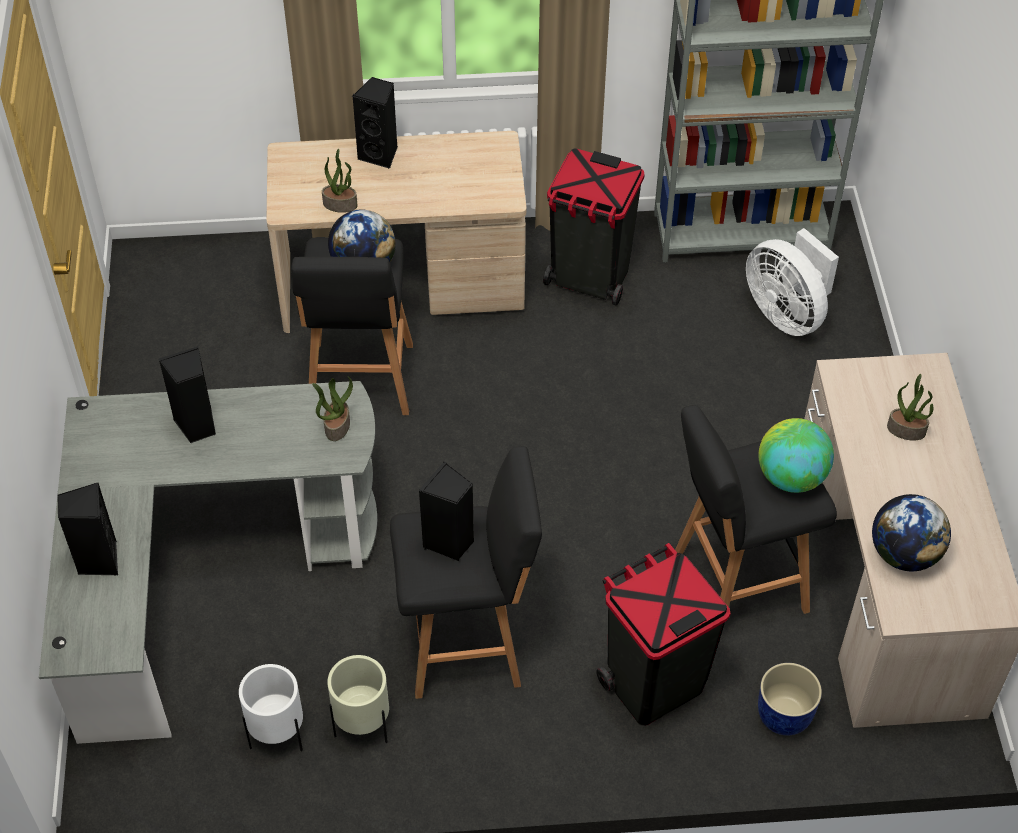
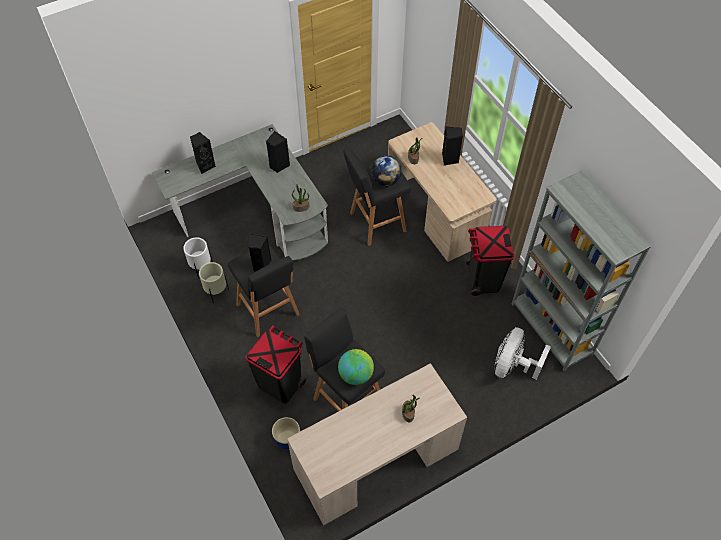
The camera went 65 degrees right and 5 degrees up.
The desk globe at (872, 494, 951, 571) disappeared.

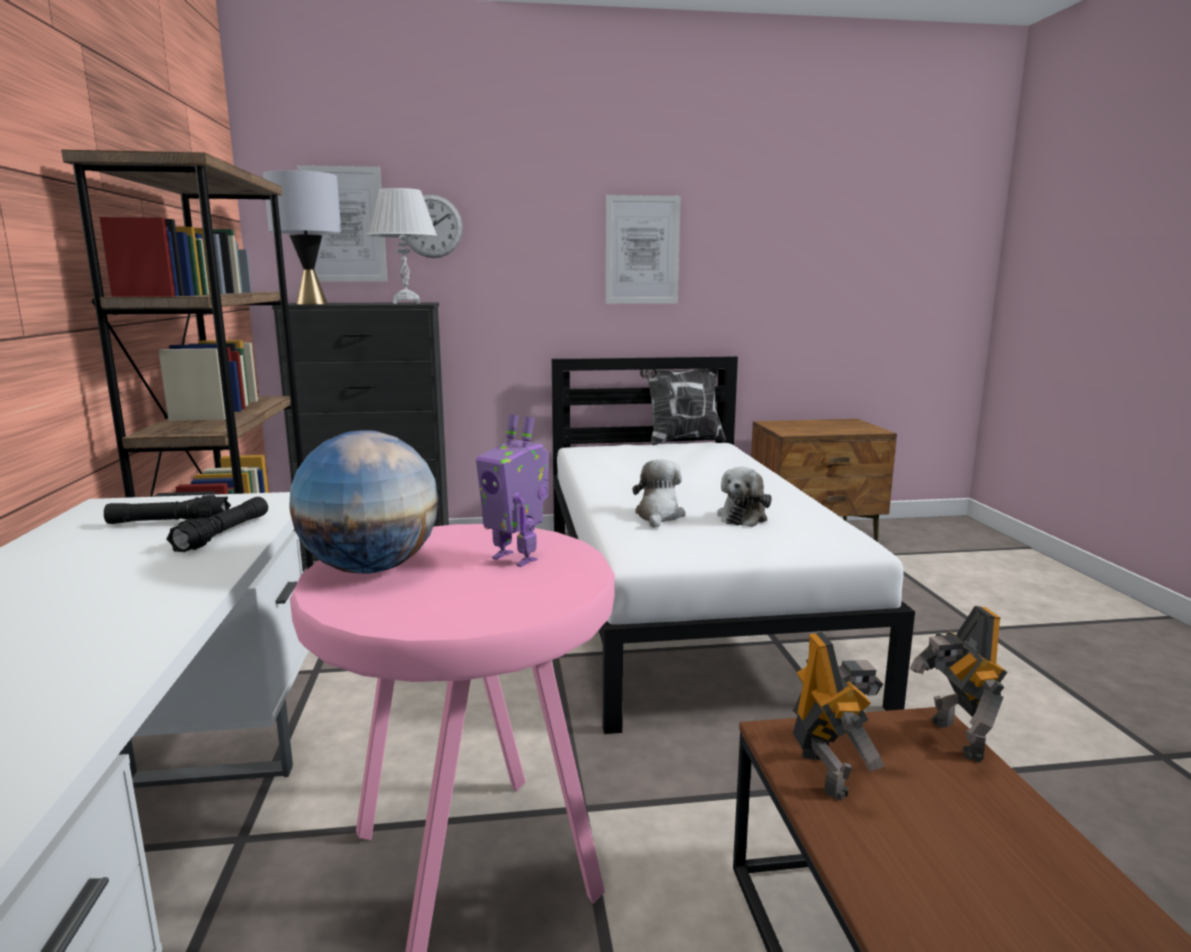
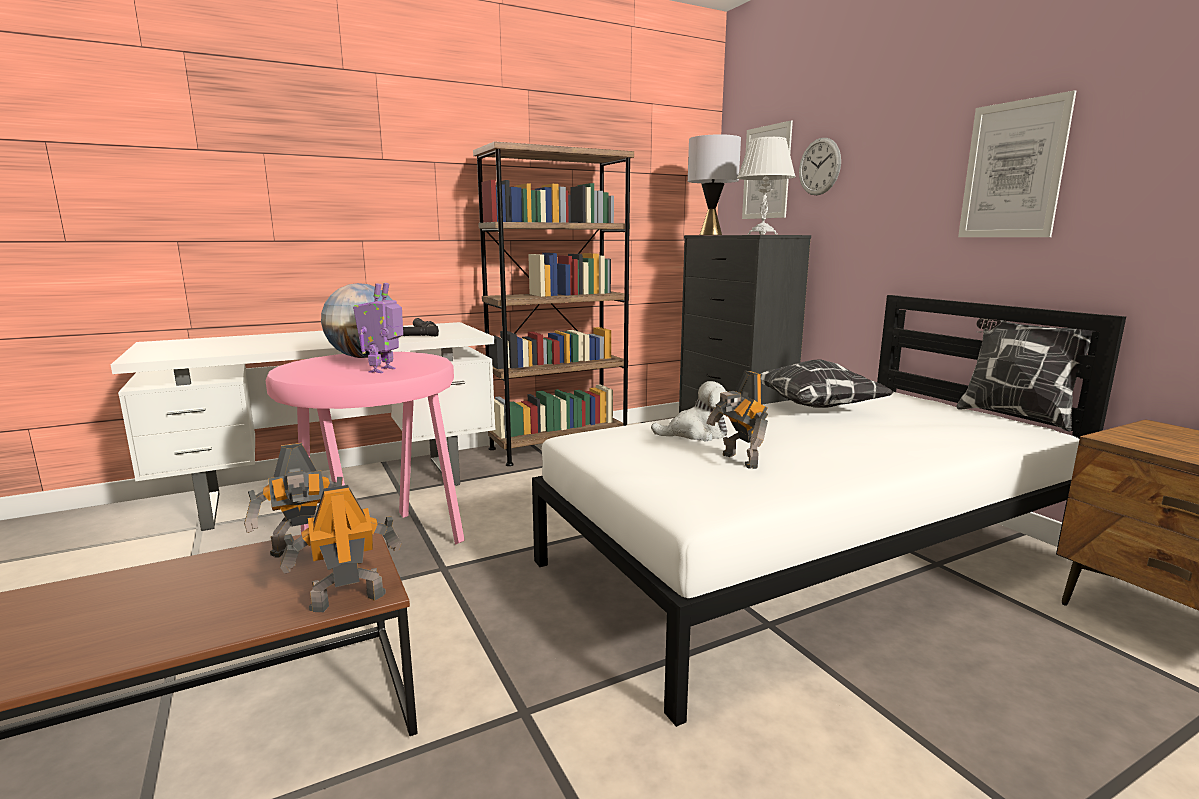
The camera went 70 degrees right and 0 degrees up.
The cuddly toy at (717, 467, 772, 527) was replaced by the toy robot at (706, 371, 768, 469).
The throw pillow at (760, 359, 894, 408) appeared.

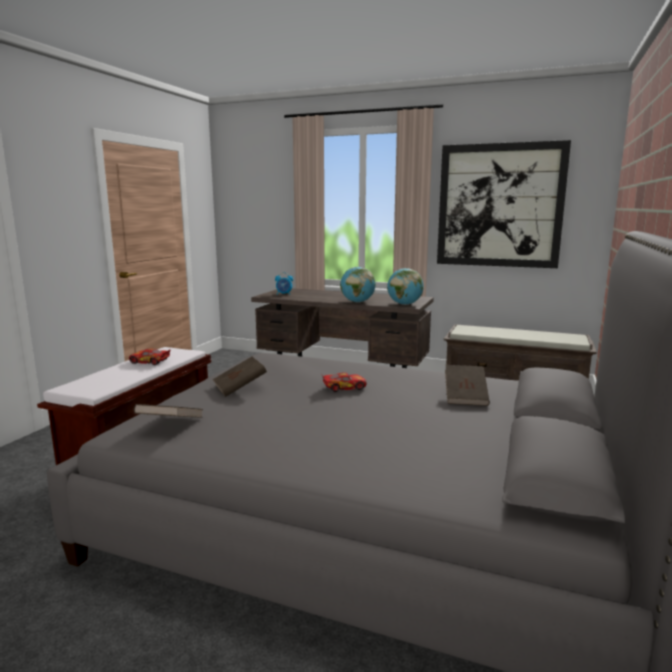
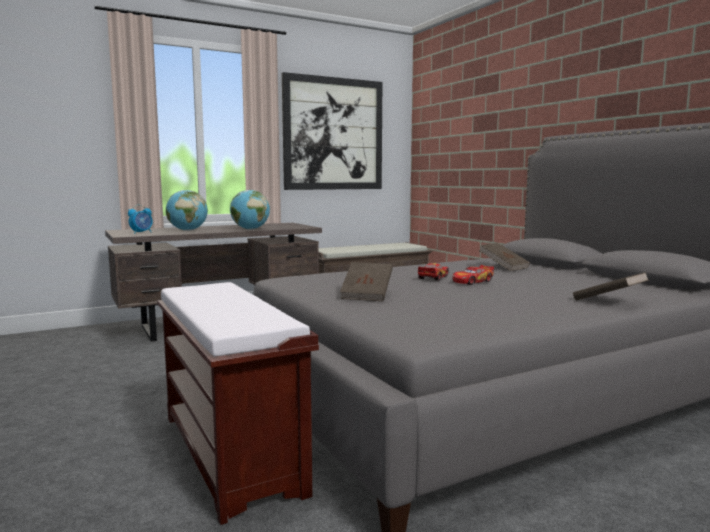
The camera went 50 degrees left and 5 degrees down.
The miniature car moved from (129, 348, 171, 365) to (452, 265, 494, 285).
The brown-coloured book moved from (134, 404, 203, 418) to (573, 272, 649, 301).
The desk globe moved from (387, 268, 424, 305) to (166, 190, 208, 231).

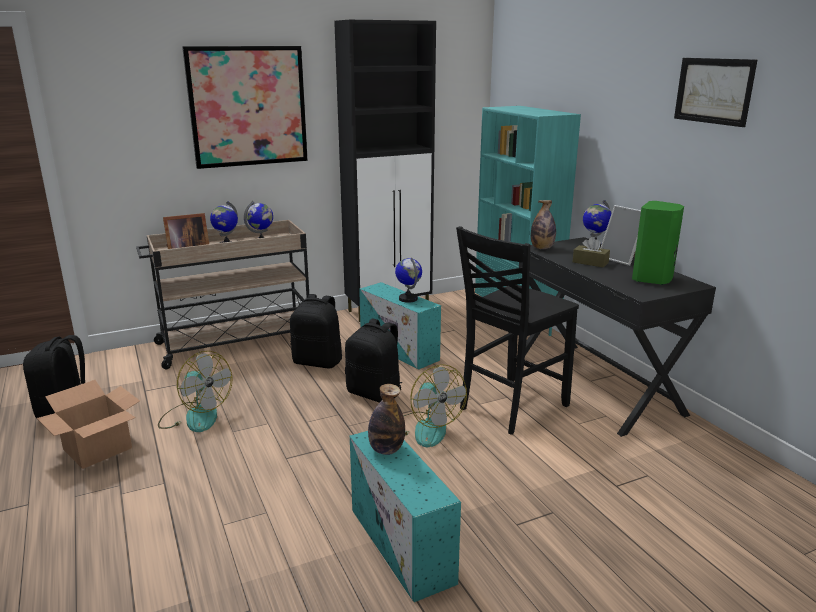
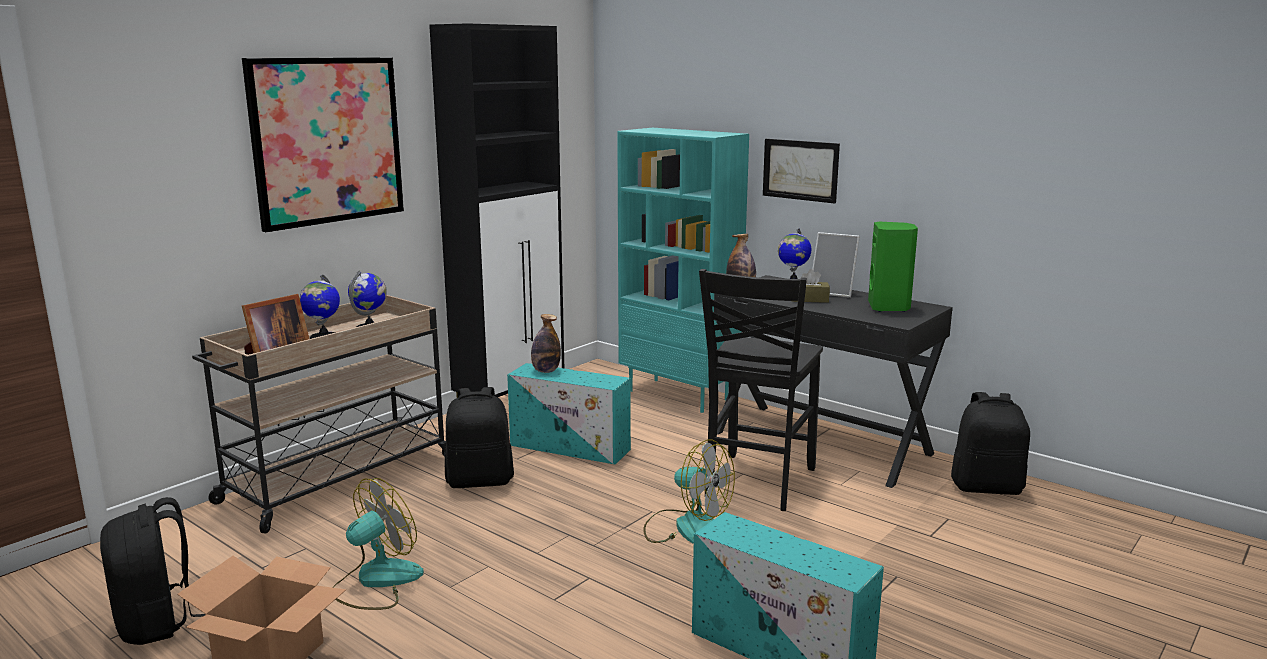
The camera went 25 degrees left and 5 degrees down.
The fan at (158, 351, 232, 432) turned 60 degrees counterclockwise.
The blackish knapsack moved from (345, 319, 402, 403) to (951, 392, 1030, 495).
The beverage bottle moved from (368, 384, 405, 455) to (531, 314, 561, 373).
The desk globe at (395, 257, 422, 303) disappeared.
The wall picture moved from (674, 58, 757, 127) to (763, 139, 840, 204).

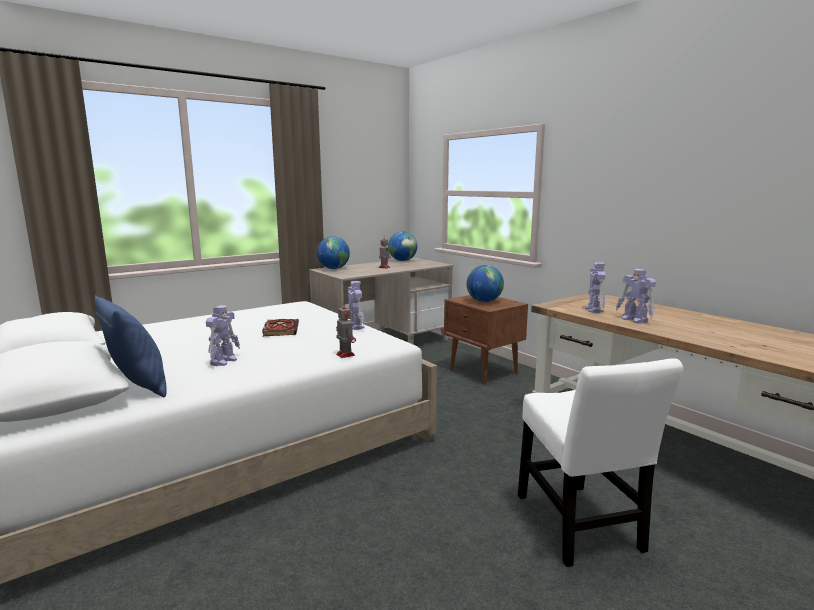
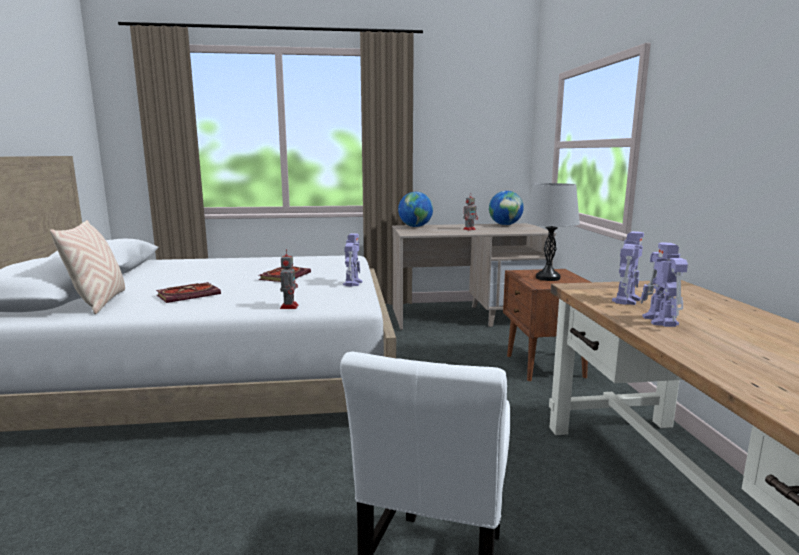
The camera went 30 degrees right and 0 degrees up.
The blue throw pillow at (95, 295, 167, 397) became the beige throw pillow at (50, 220, 125, 314).
The toy robot at (206, 305, 240, 366) was replaced by the book at (156, 282, 221, 303).
The desk globe at (466, 265, 504, 302) was replaced by the gray lamp for a table at (525, 183, 580, 281).

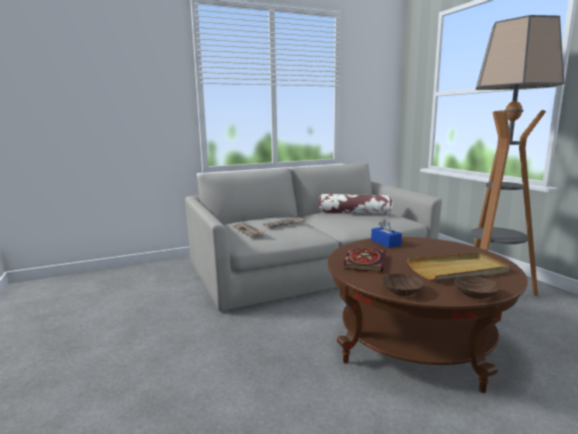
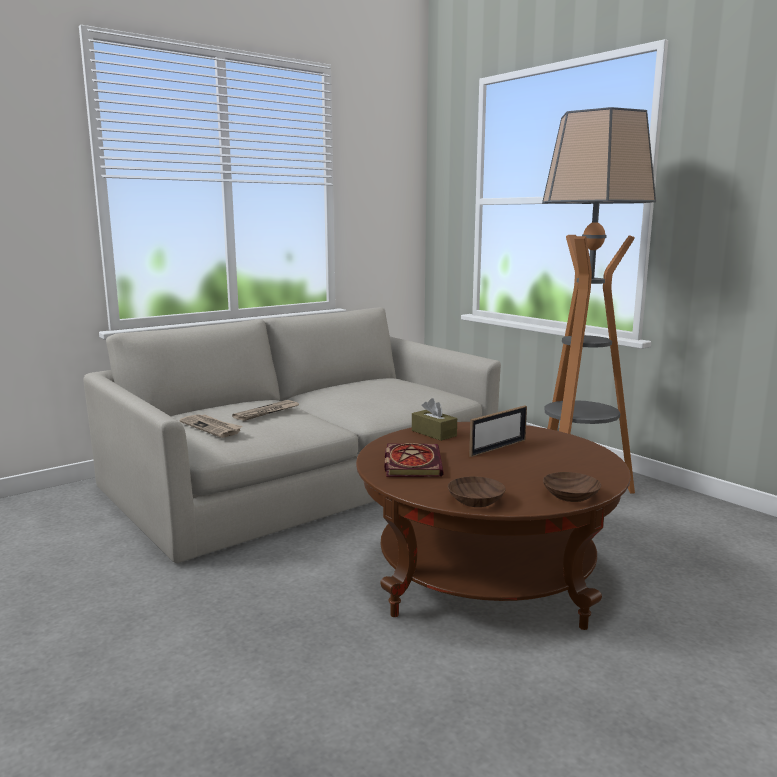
The camera went 15 degrees left and 0 degrees up.
The throw pillow at (318, 194, 393, 215) disappeared.
The blue tissue box at (371, 219, 402, 248) became the brown-coloured tissue box at (412, 398, 457, 441).
The beige tray at (407, 252, 510, 280) disappeared.
The photo frame at (469, 405, 527, 457) appeared.

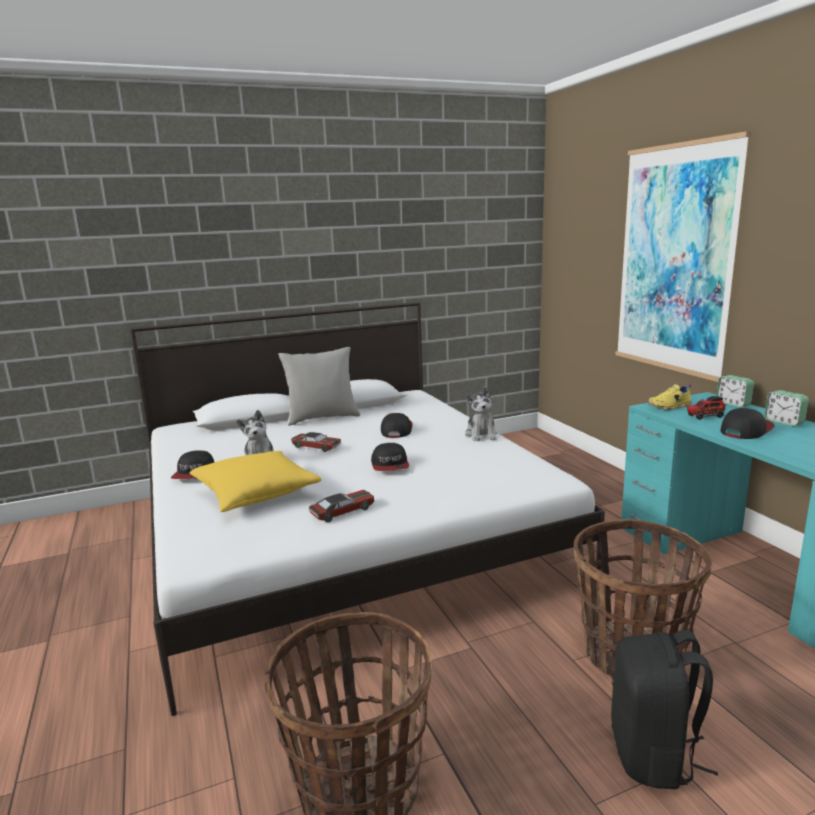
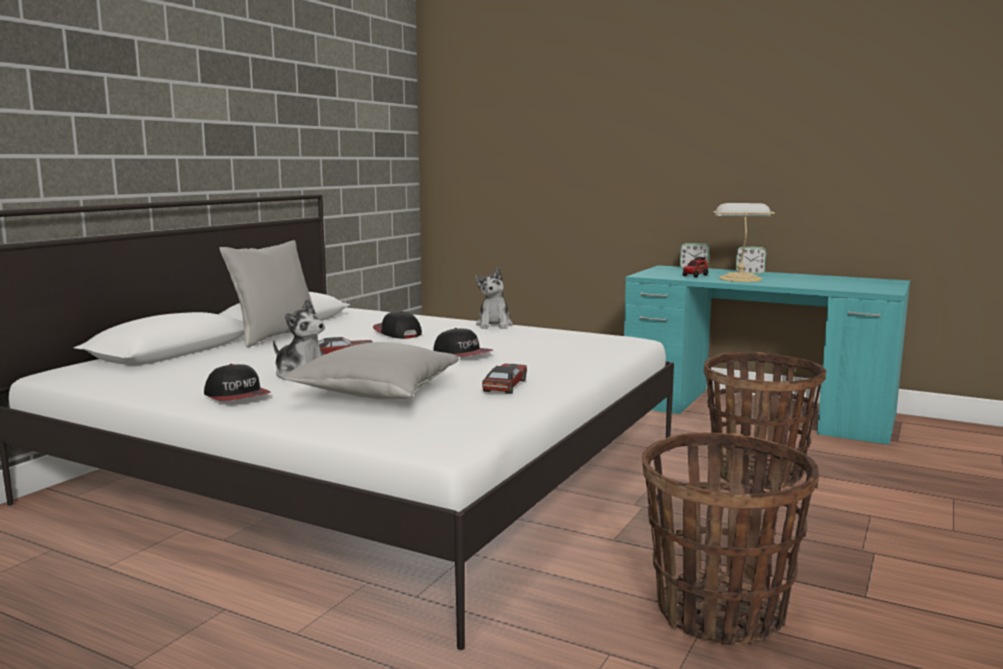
The camera went 40 degrees left and 5 degrees down.
The yellow-coloured throw pillow at (189, 451, 322, 512) became the gray throw pillow at (283, 342, 459, 399).
The cuddly toy at (465, 387, 497, 441) turned 45 degrees clockwise.
The blackish knapsack at (611, 630, 718, 789) disappeared.
The wall picture at (615, 131, 751, 382) disappeared.
The yellow-coloured low shoe at (648, 384, 691, 410) disappeared.
The peaked cap at (721, 408, 775, 439) was replaced by the lamp for a table at (713, 203, 775, 282).

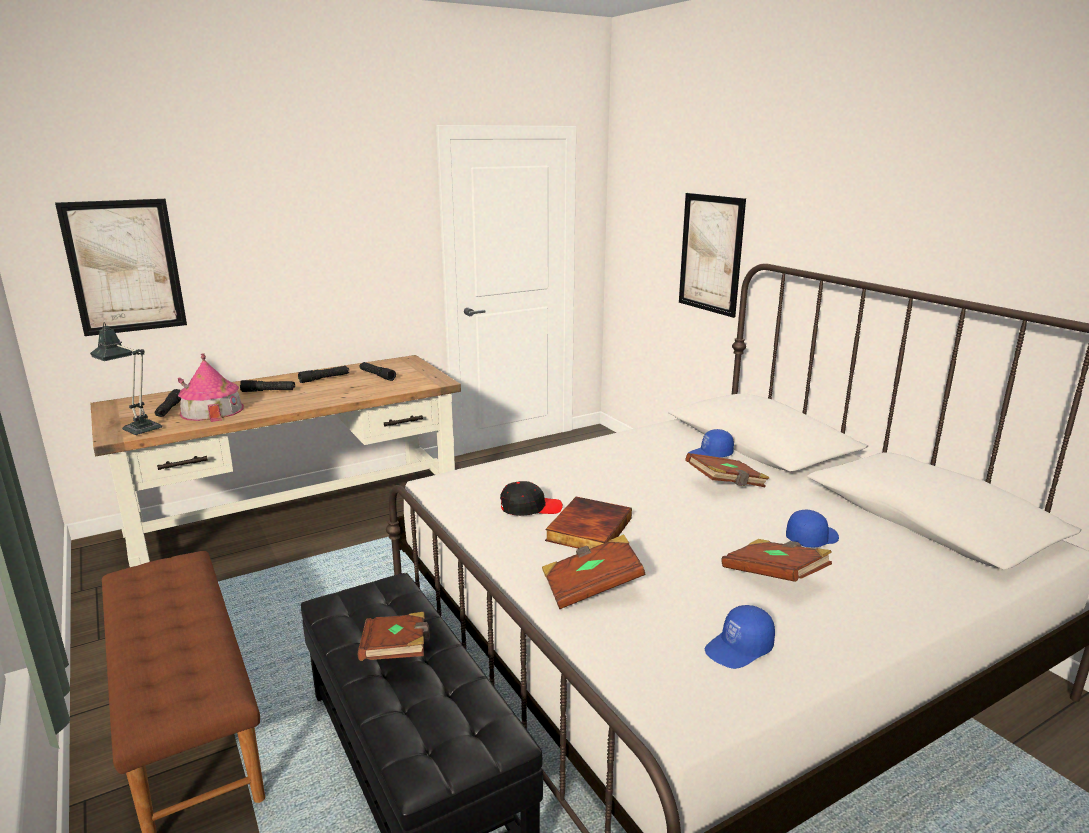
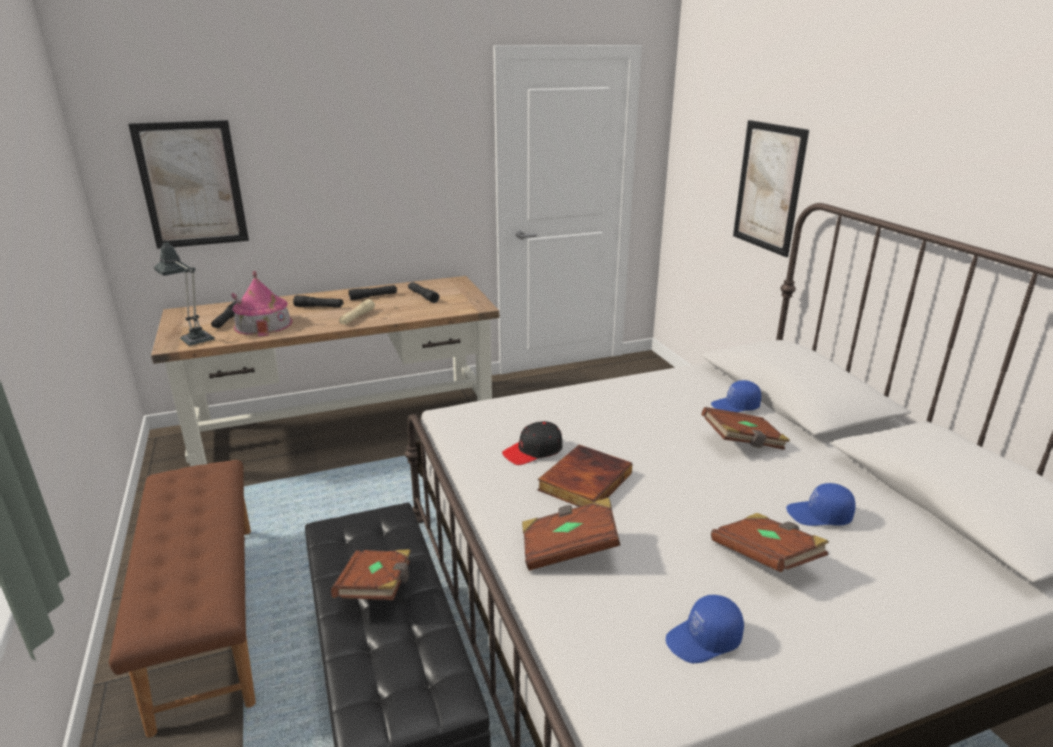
The camera went 10 degrees right and 5 degrees up.
The blackish peaked cap at (500, 481, 563, 516) turned 150 degrees clockwise.
The blue peaked cap at (786, 510, 839, 547) turned 150 degrees counterclockwise.
The beige flashlight at (339, 299, 375, 325) appeared.

